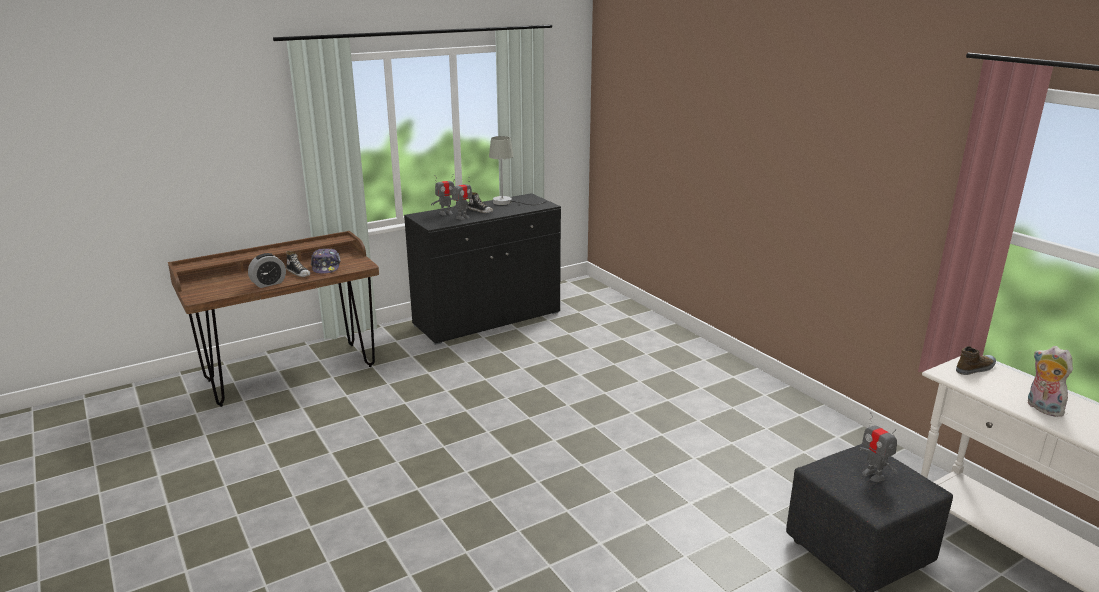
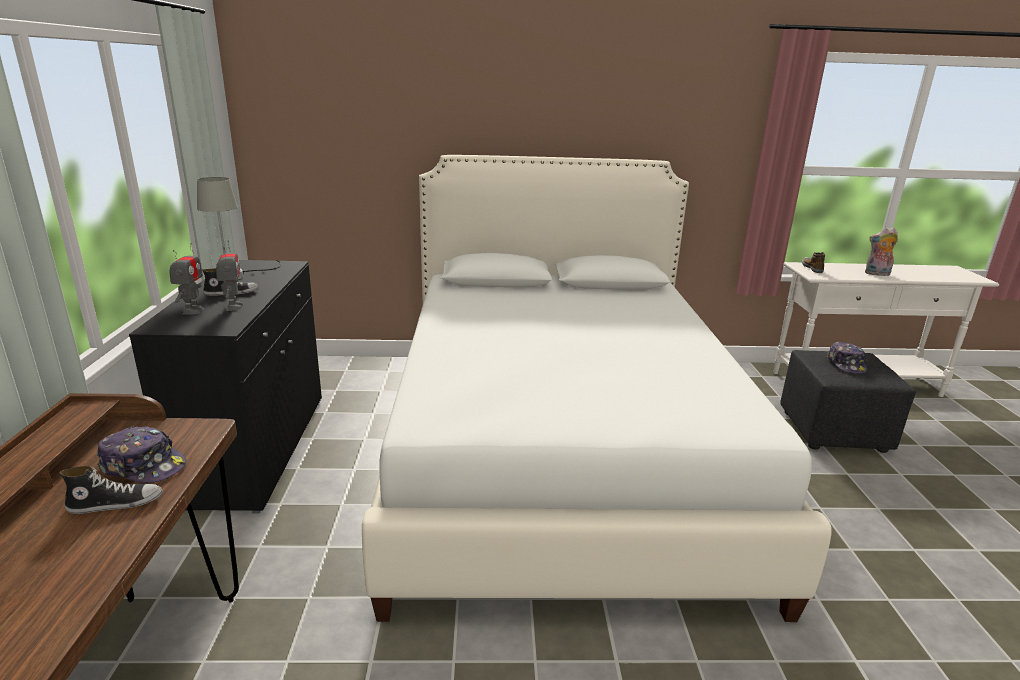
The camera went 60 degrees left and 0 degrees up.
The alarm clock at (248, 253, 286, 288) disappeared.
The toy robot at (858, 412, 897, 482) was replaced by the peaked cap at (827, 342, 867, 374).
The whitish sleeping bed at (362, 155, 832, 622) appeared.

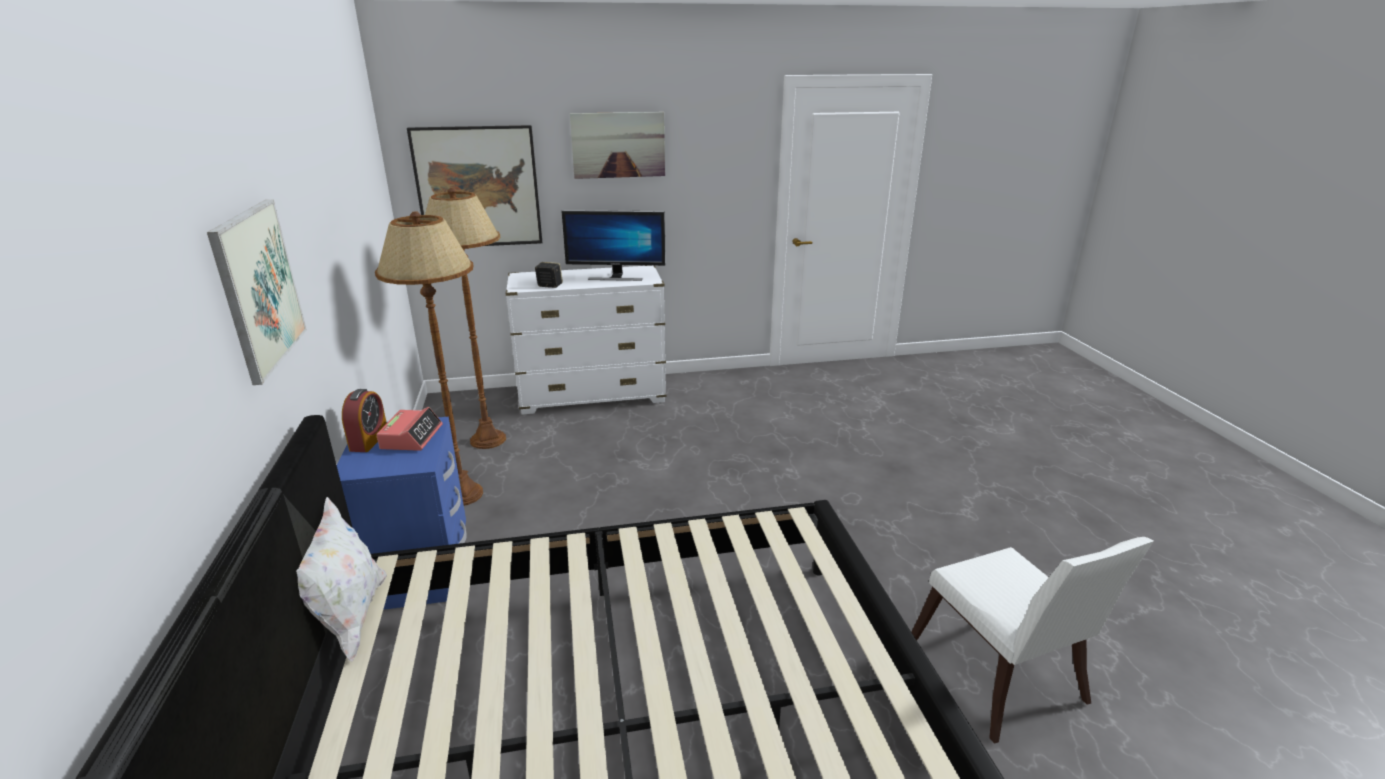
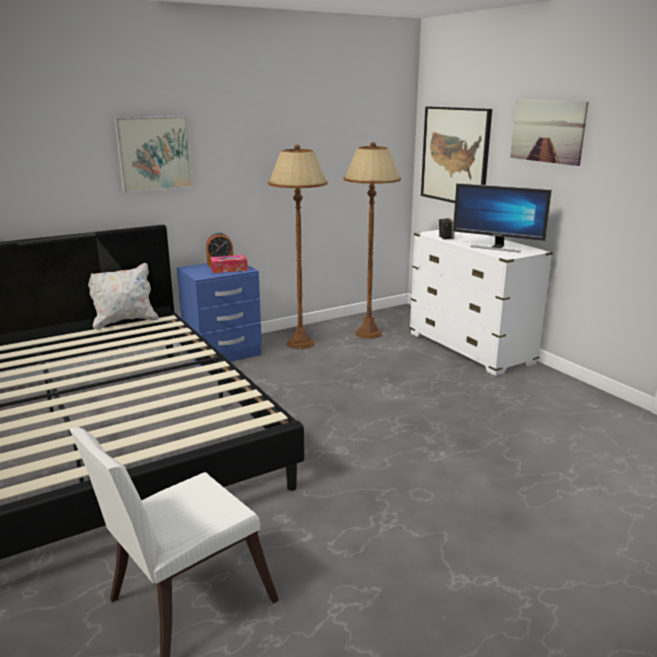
The camera went 70 degrees right and 5 degrees down.
The alarm clock at (376, 407, 443, 451) was replaced by the tissue box at (210, 255, 248, 273).
The computer display at (562, 210, 666, 281) turned 45 degrees counterclockwise.

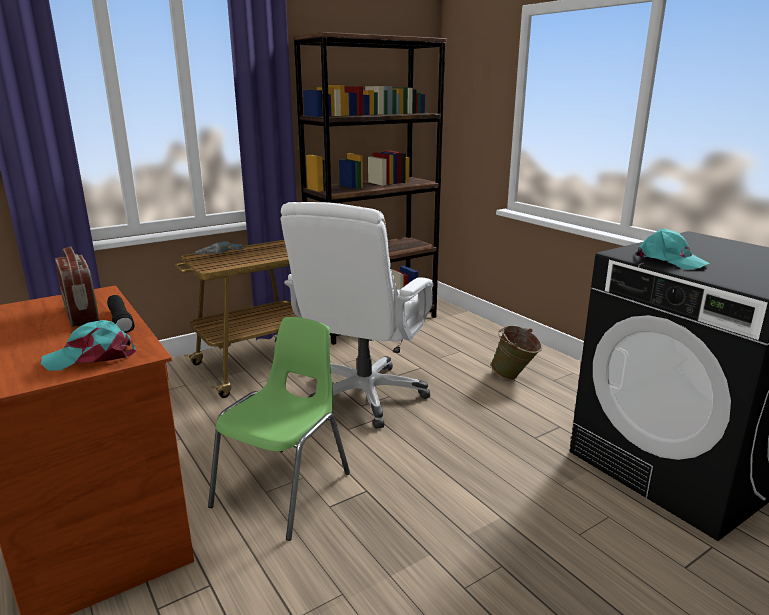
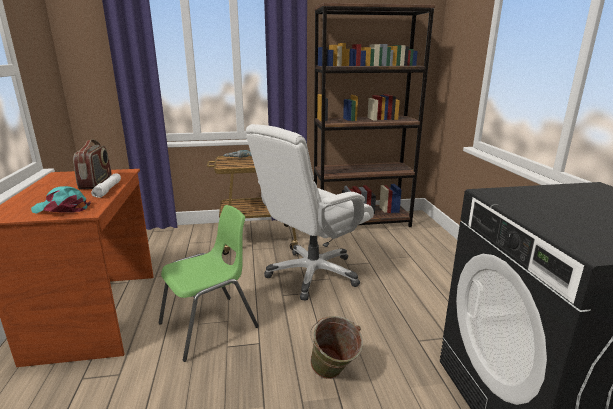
The camera went 25 degrees right and 0 degrees up.
The blackish flashlight at (107, 295, 134, 333) became the whitish flashlight at (91, 173, 121, 198).
The green bucket moved from (491, 325, 542, 380) to (310, 316, 363, 379).
The turquoise-coloured peaked cap at (635, 228, 710, 270) disappeared.

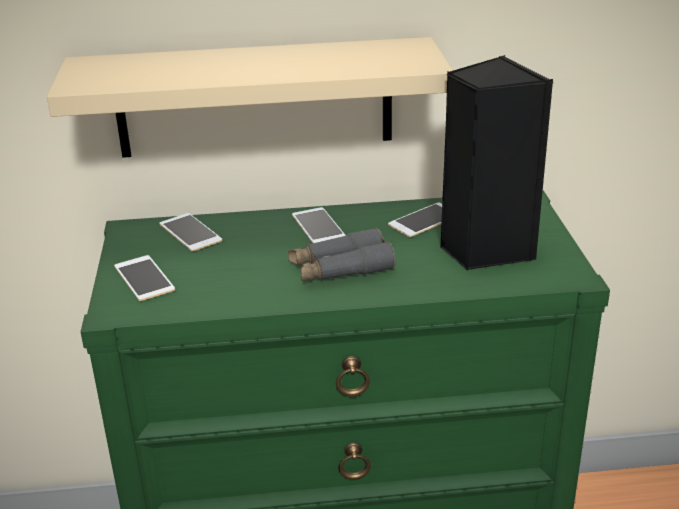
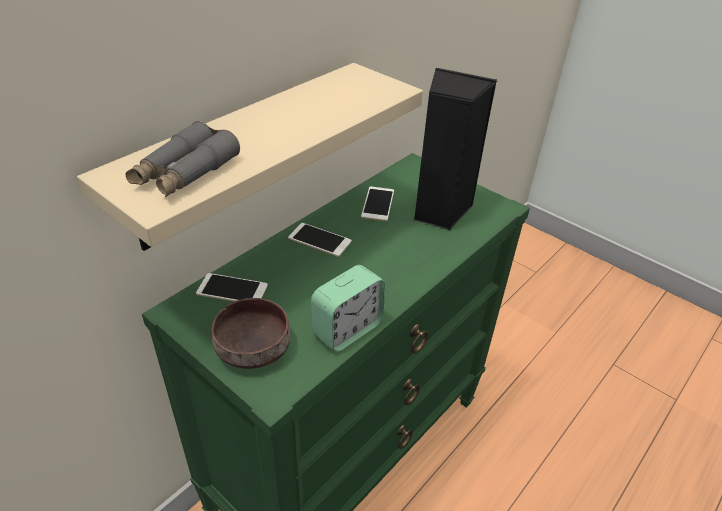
The camera went 45 degrees left and 10 degrees up.
The telephone at (114, 255, 175, 301) was replaced by the brown-coloured bowl at (211, 298, 291, 369).
The gray binoculars moved from (288, 227, 396, 281) to (125, 121, 240, 197).
The alarm clock at (311, 265, 385, 352) appeared.

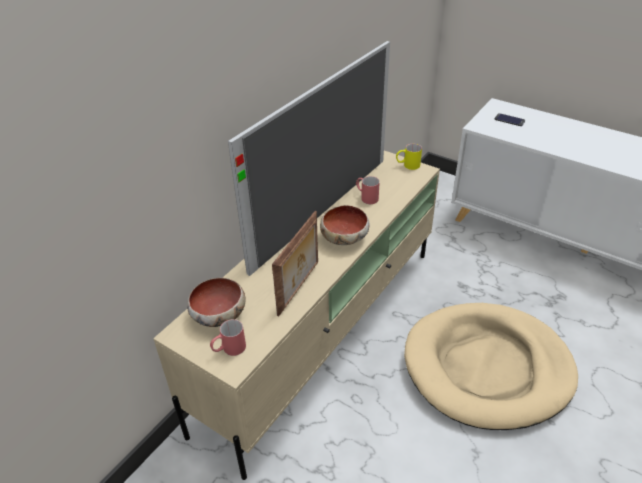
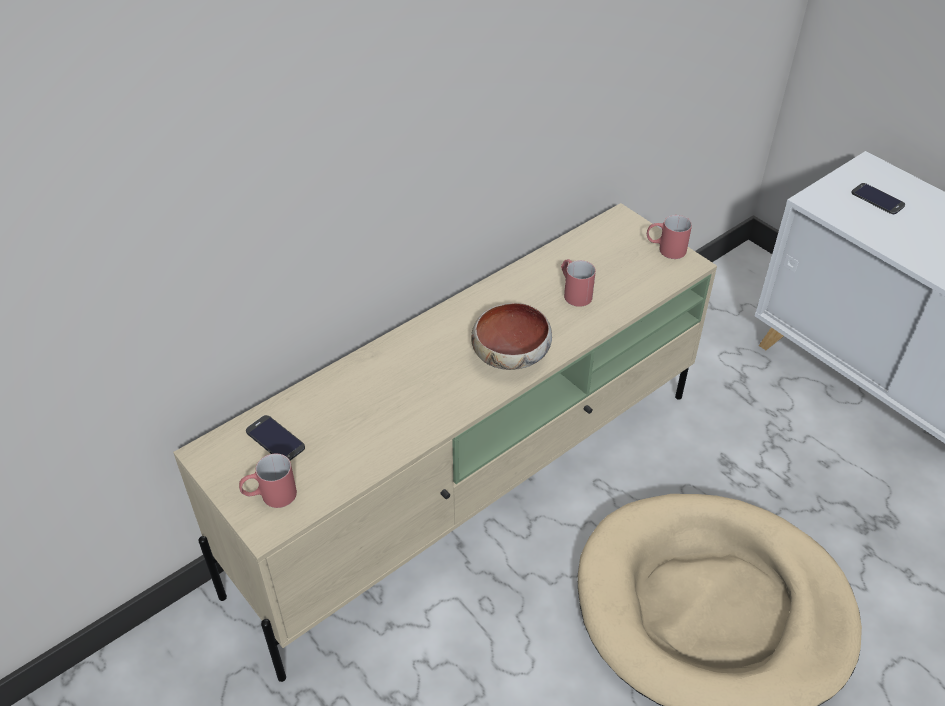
The camera went 15 degrees right and 5 degrees up.
The bowl at (187, 278, 246, 327) was replaced by the telephone at (246, 415, 305, 461).
The television at (228, 41, 390, 276) disappeared.
The photo frame at (272, 211, 318, 317) disappeared.
The yellow-coloured tea mug at (396, 144, 422, 170) became the red-coloured tea mug at (647, 215, 692, 259).

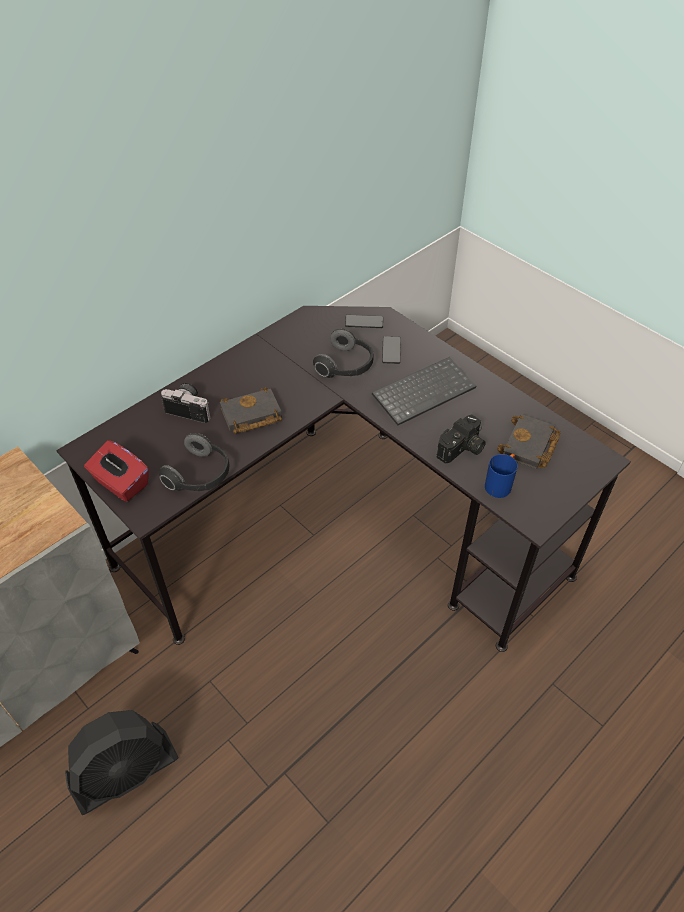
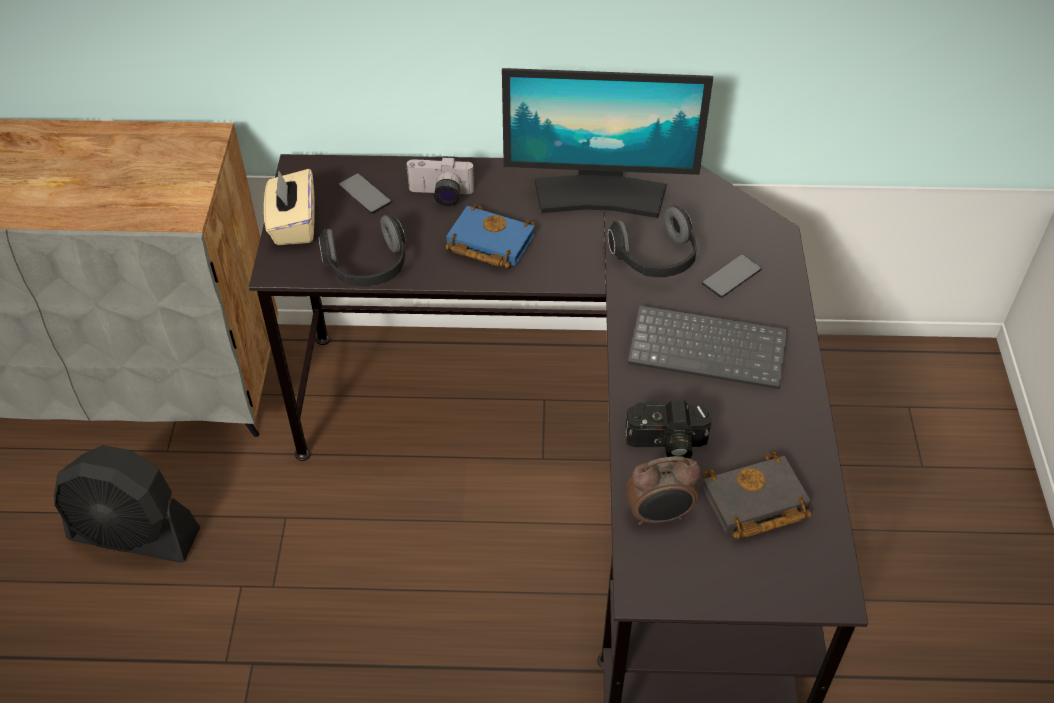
The camera went 45 degrees right and 0 degrees up.
The red-coloured tissue box at (84, 440, 149, 502) became the beige tissue box at (264, 169, 315, 245).
The still camera at (161, 383, 211, 423) turned 120 degrees clockwise.
The blackish book at (220, 387, 282, 434) became the blue book at (446, 204, 535, 268).
The telephone moved from (345, 315, 383, 328) to (338, 173, 391, 214).
The blue tea mug at (485, 454, 518, 498) was replaced by the alarm clock at (626, 456, 701, 525).
The computer display at (502, 68, 713, 218) appeared.

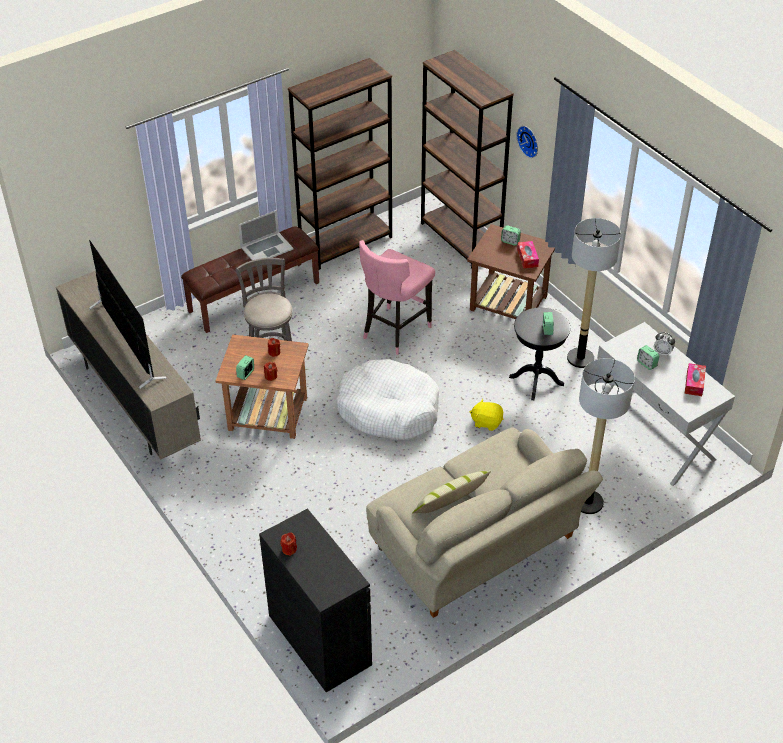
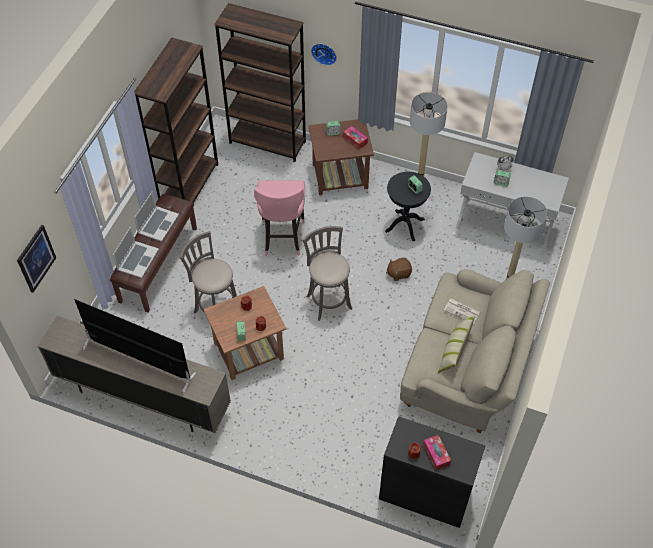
The camera went 35 degrees left and 10 degrees up.
The whitish pet bed at (336, 359, 439, 440) was replaced by the gray stool seat at (303, 226, 352, 321).
The yellow-coloured cuddly toy at (470, 399, 503, 431) became the brown-coloured cuddly toy at (386, 258, 412, 281).
The tissue box moved from (685, 363, 706, 396) to (423, 435, 451, 470).
The wall picture at (17, 225, 56, 293) appeared.
The portable computer at (113, 226, 159, 278) appeared.
The printed paper at (444, 299, 480, 324) appeared.

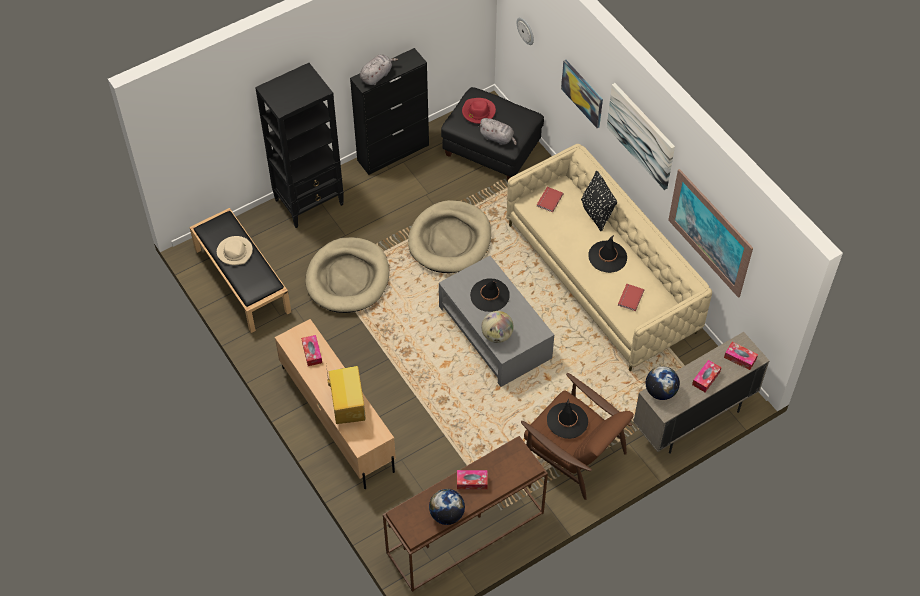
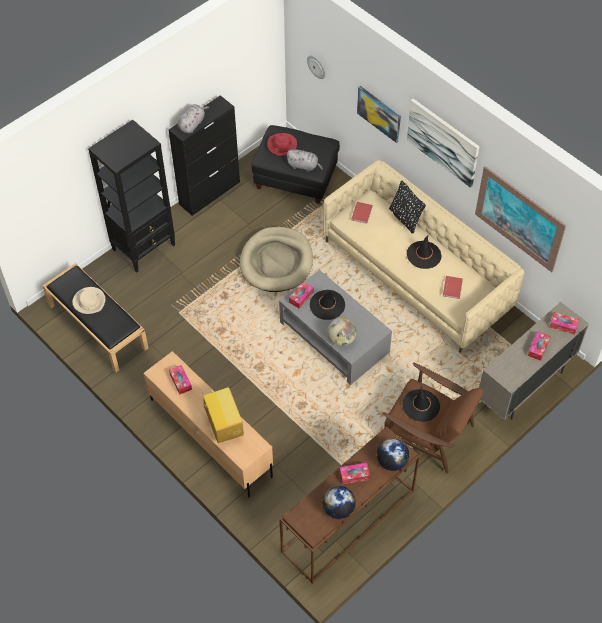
The camera went 10 degrees left and 0 degrees up.
The beige pet bed at (305, 237, 389, 313) disappeared.
The desk globe moved from (646, 366, 680, 400) to (377, 438, 409, 471).
The tissue box at (289, 282, 314, 309) appeared.

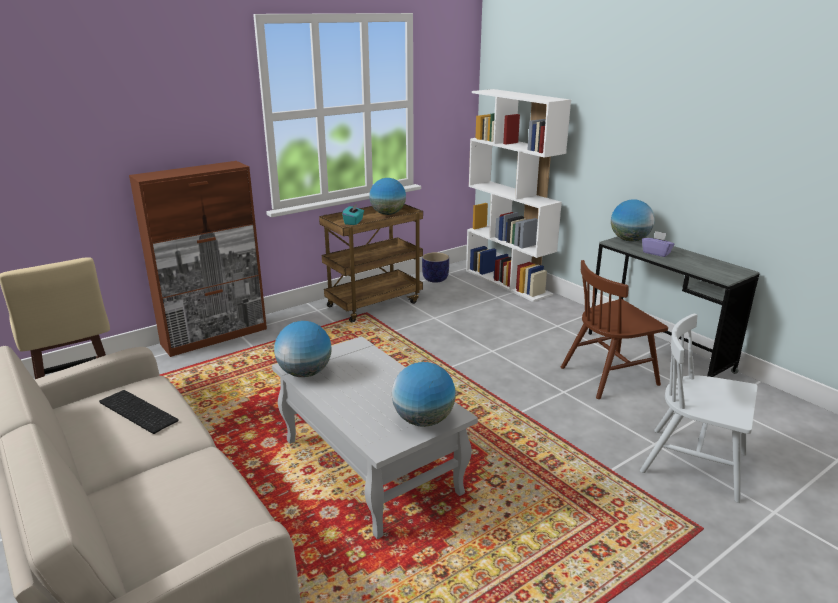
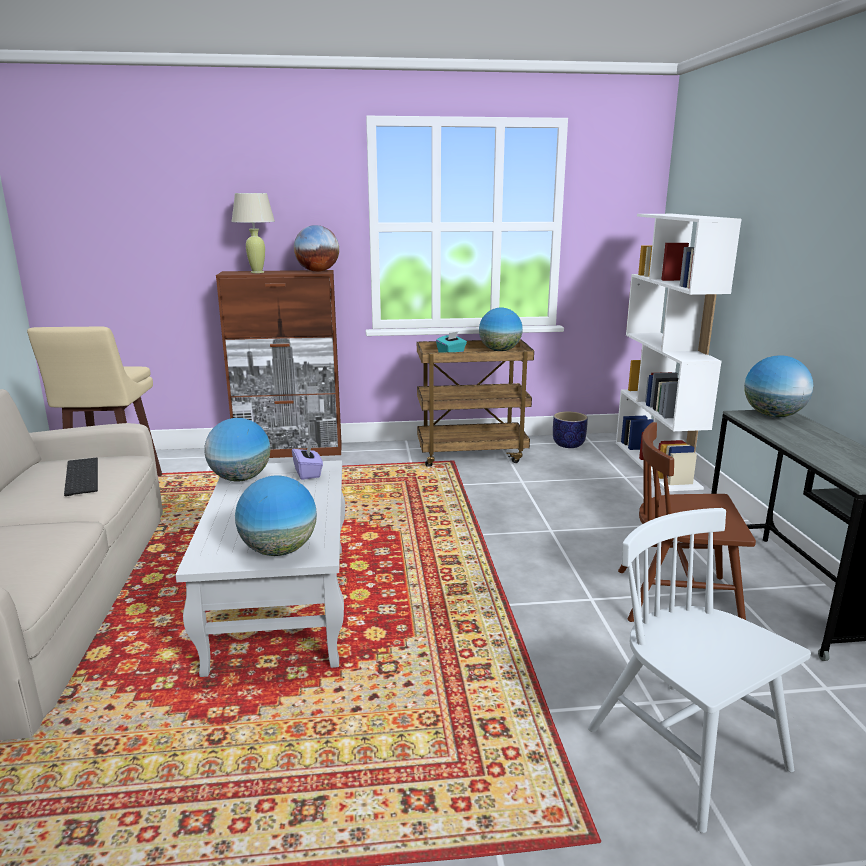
The camera went 30 degrees right and 5 degrees down.
The purplish tissue box moved from (642, 231, 675, 257) to (292, 442, 323, 480).
The beige lamp for a table at (231, 193, 275, 273) appeared.
The desk globe at (294, 225, 339, 272) appeared.

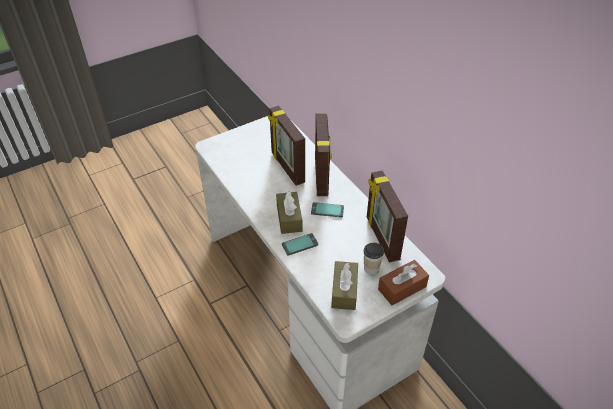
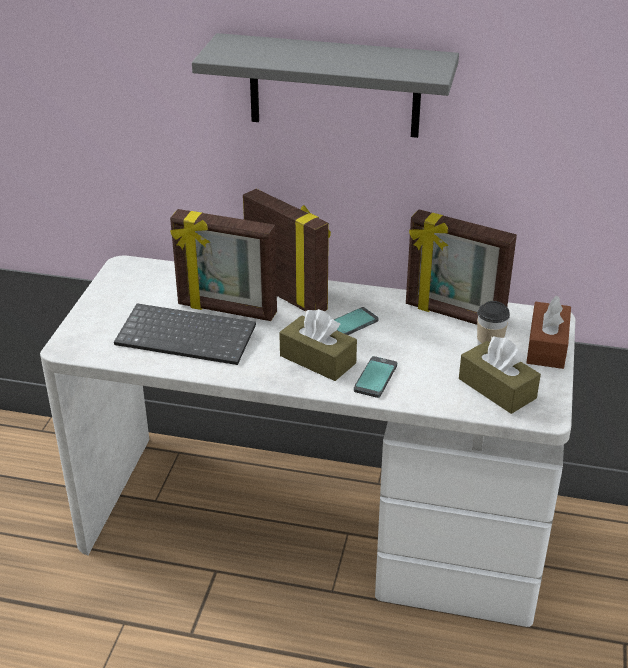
The camera went 45 degrees left and 10 degrees down.
The computer keyboard at (114, 304, 256, 365) appeared.
The gray bracket shelf at (192, 33, 459, 138) appeared.

